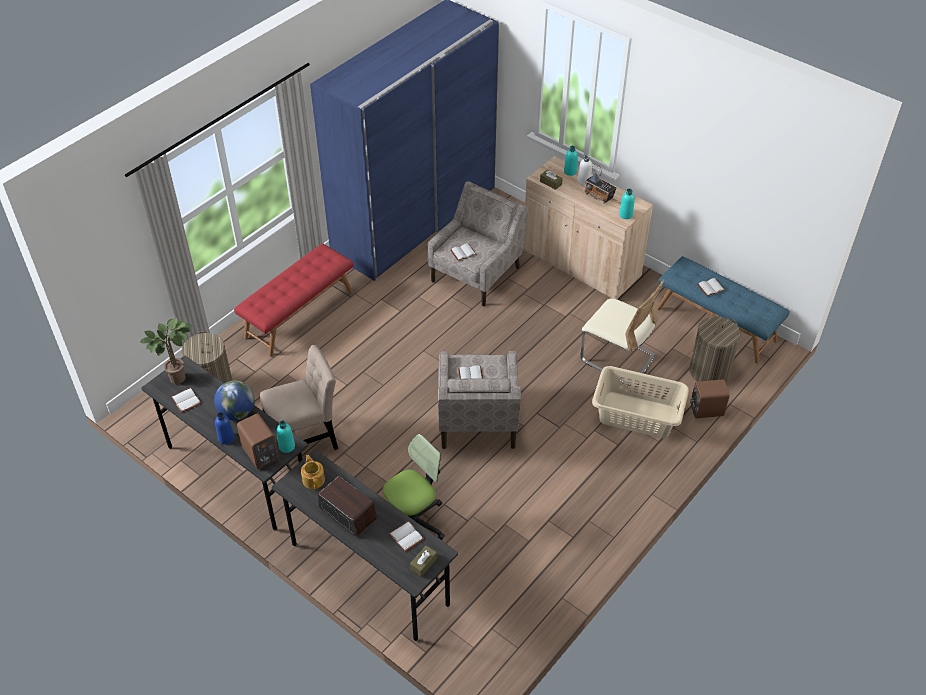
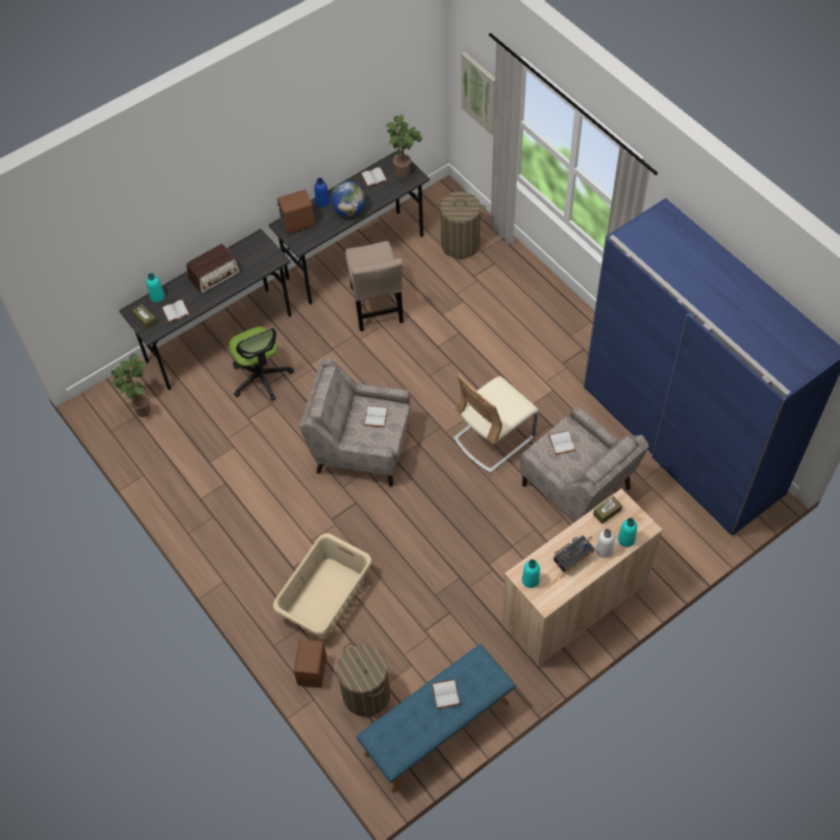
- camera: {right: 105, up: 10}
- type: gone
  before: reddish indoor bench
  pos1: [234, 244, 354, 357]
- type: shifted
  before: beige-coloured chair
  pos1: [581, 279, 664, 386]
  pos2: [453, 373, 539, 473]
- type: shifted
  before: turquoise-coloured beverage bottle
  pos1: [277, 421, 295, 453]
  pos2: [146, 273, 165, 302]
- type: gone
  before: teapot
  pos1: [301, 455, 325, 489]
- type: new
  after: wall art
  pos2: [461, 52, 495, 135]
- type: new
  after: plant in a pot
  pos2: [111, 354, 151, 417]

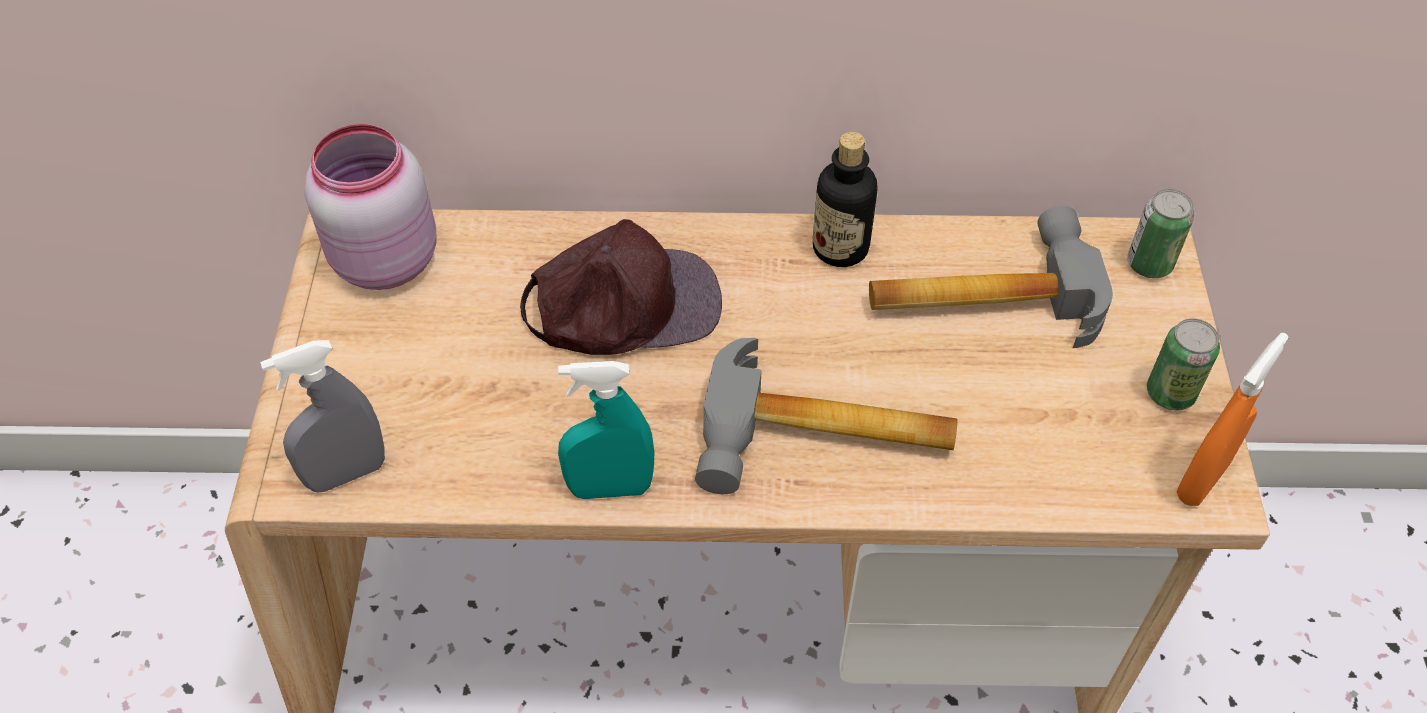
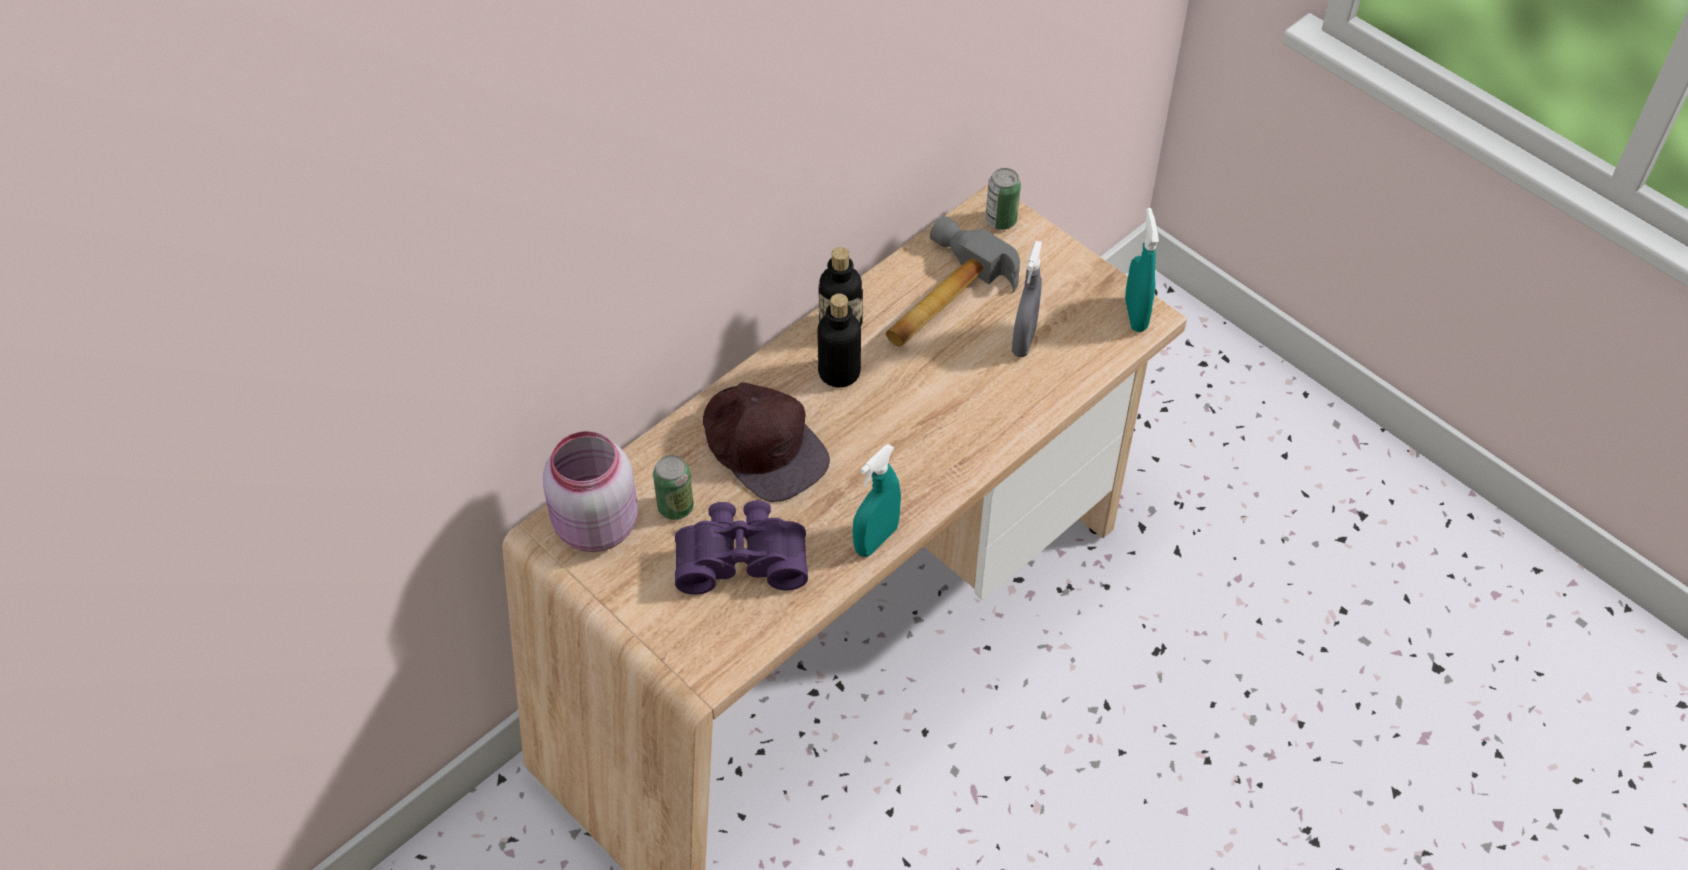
- camera: {right: -45, up: 0}
- type: rotated
  before: brown peaked cap
  pos1: [520, 219, 722, 355]
  pos2: [703, 382, 830, 502]
  turn: 105
- type: shifted
  before: sealed can
  pos1: [1147, 319, 1220, 411]
  pos2: [653, 455, 694, 520]
- type: repainted
  before: orangey spray bottle
  after: turquoise-coloured spray bottle
  pos1: [1177, 333, 1289, 506]
  pos2: [1125, 208, 1159, 332]
- type: gone
  before: tool hammer
  pos1: [695, 338, 958, 494]
- type: shifted
  before: gray spray bottle
  pos1: [260, 340, 385, 492]
  pos2: [1012, 241, 1042, 357]
- type: new
  after: beverage bottle
  pos2: [817, 294, 861, 387]
- type: new
  after: purplish pair of binoculars
  pos2: [675, 500, 808, 595]

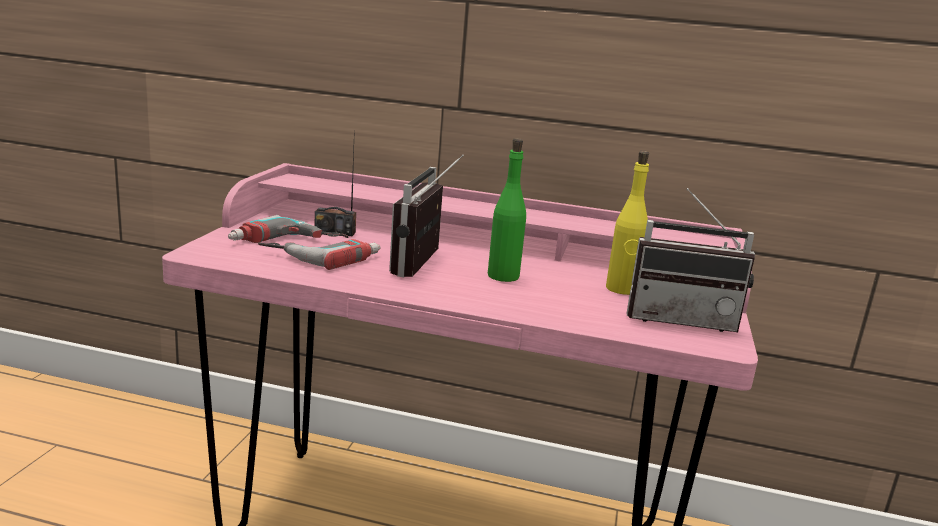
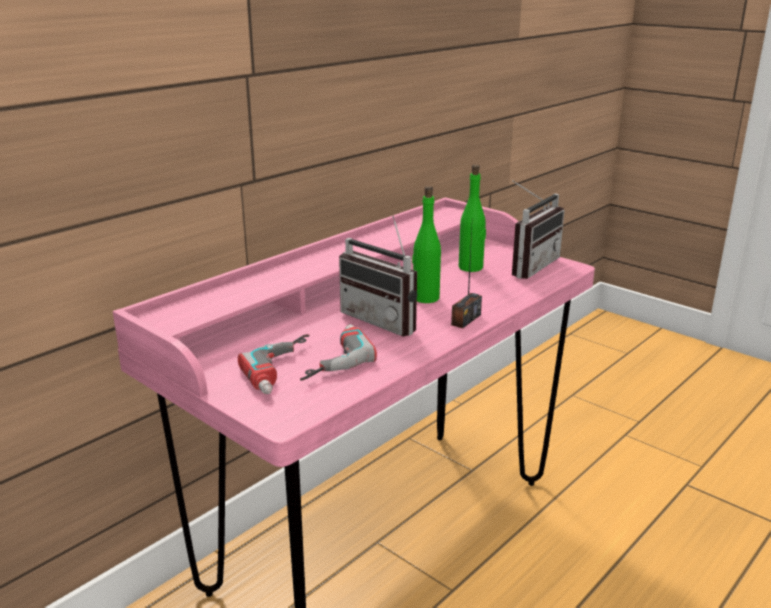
- camera: {right: -60, up: 5}
- type: shifted
  before: radio receiver
  pos1: [315, 129, 356, 236]
  pos2: [451, 229, 482, 328]
- type: repainted
  before: yellow beverage bottle
  after: green beverage bottle
  pos1: [606, 150, 649, 295]
  pos2: [459, 164, 486, 272]

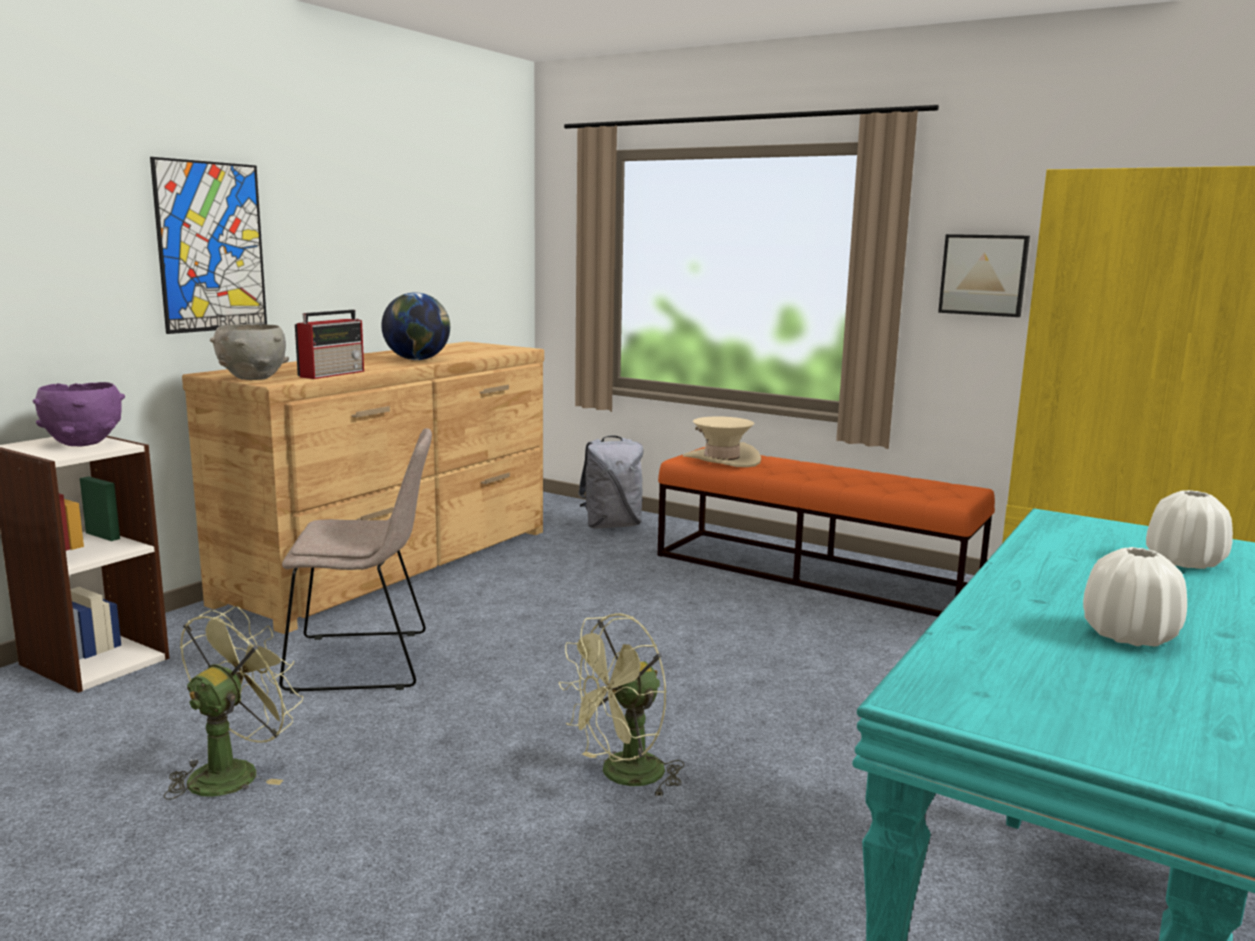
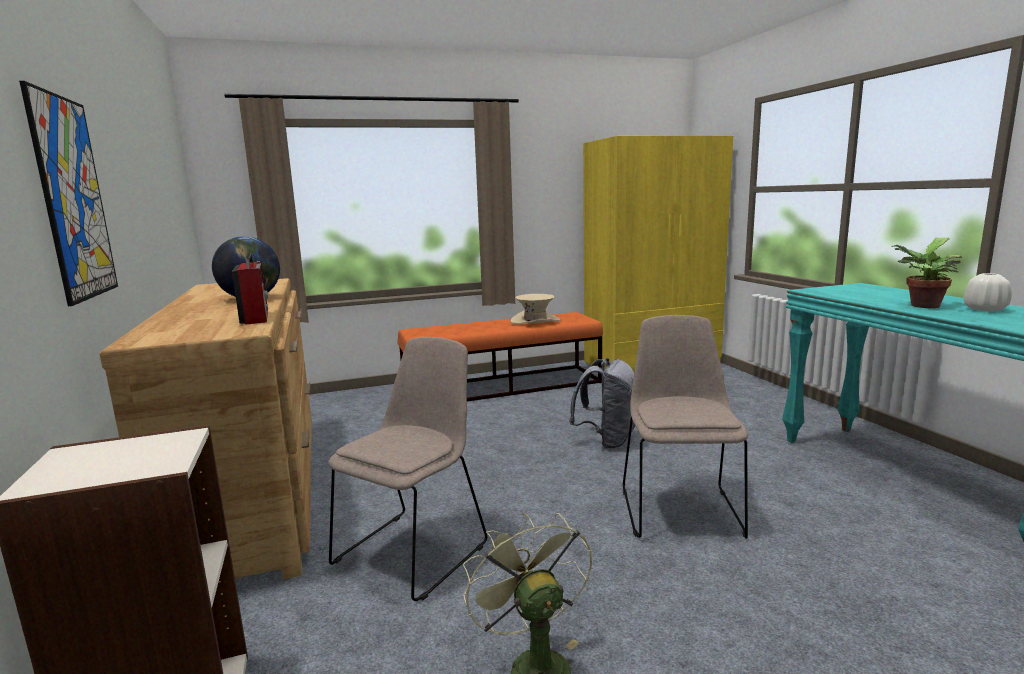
- camera: {right: -50, up: 0}
- type: gone
  before: wall art
  pos1: [938, 234, 1030, 317]
- type: gone
  before: gray bowl
  pos1: [210, 324, 289, 380]
- type: gone
  before: purplish bowl
  pos1: [33, 382, 125, 447]
- type: shifted
  before: beige-coloured clothing hat
  pos1: [683, 416, 761, 467]
  pos2: [511, 294, 561, 324]
- type: shifted
  before: gray knapsack
  pos1: [578, 436, 643, 529]
  pos2: [569, 358, 635, 449]
- type: gone
  before: white-coloured decorative vase
  pos1: [1146, 490, 1233, 569]
- type: swapped
  before: green cooling fan
  after: beige-coloured chair
  pos1: [559, 613, 684, 796]
  pos2: [623, 315, 748, 539]
- type: new
  after: plant in a pot
  pos2: [891, 238, 962, 308]

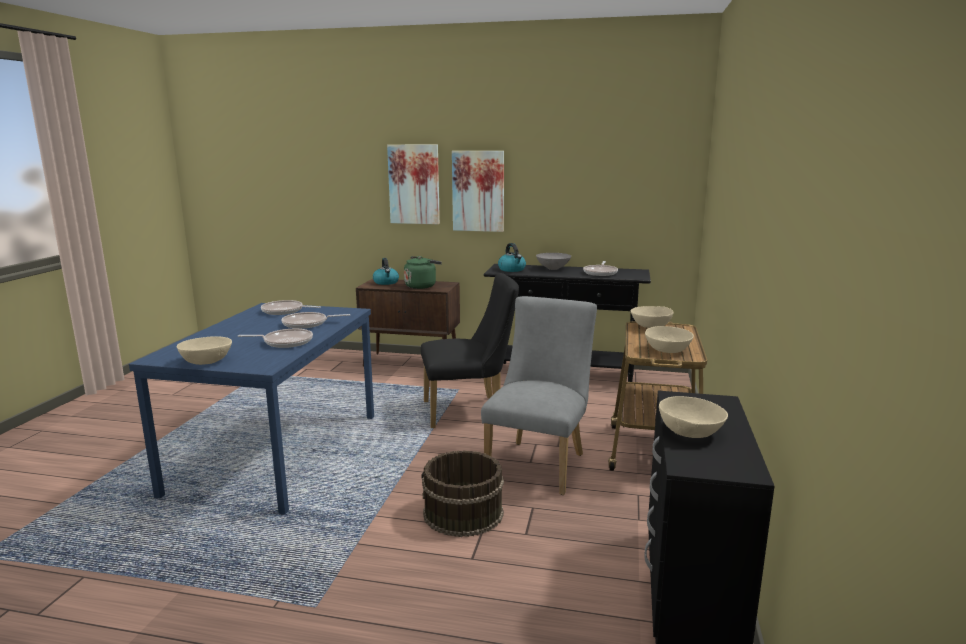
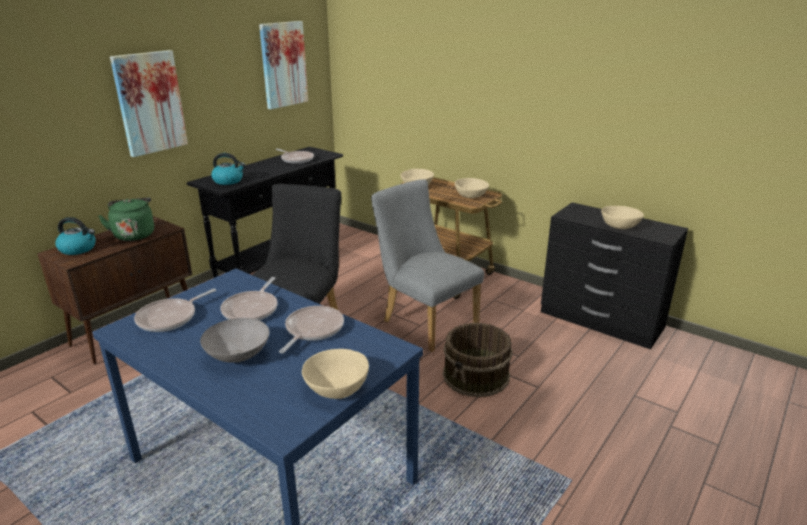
- camera: {right: -65, up: 10}
- type: shifted
  before: wall art
  pos1: [387, 145, 440, 224]
  pos2: [259, 21, 308, 109]
- type: shifted
  before: gray bowl
  pos1: [536, 253, 571, 270]
  pos2: [200, 318, 269, 363]

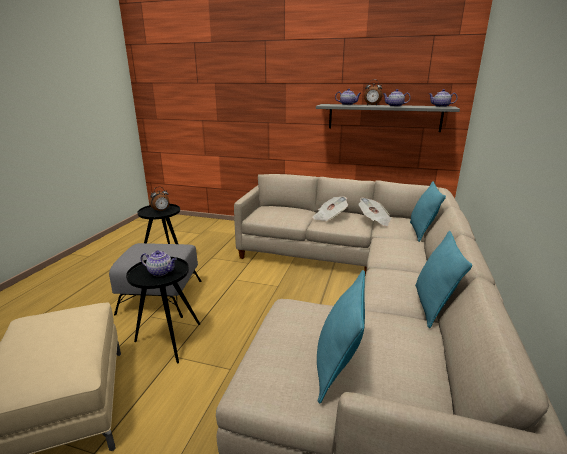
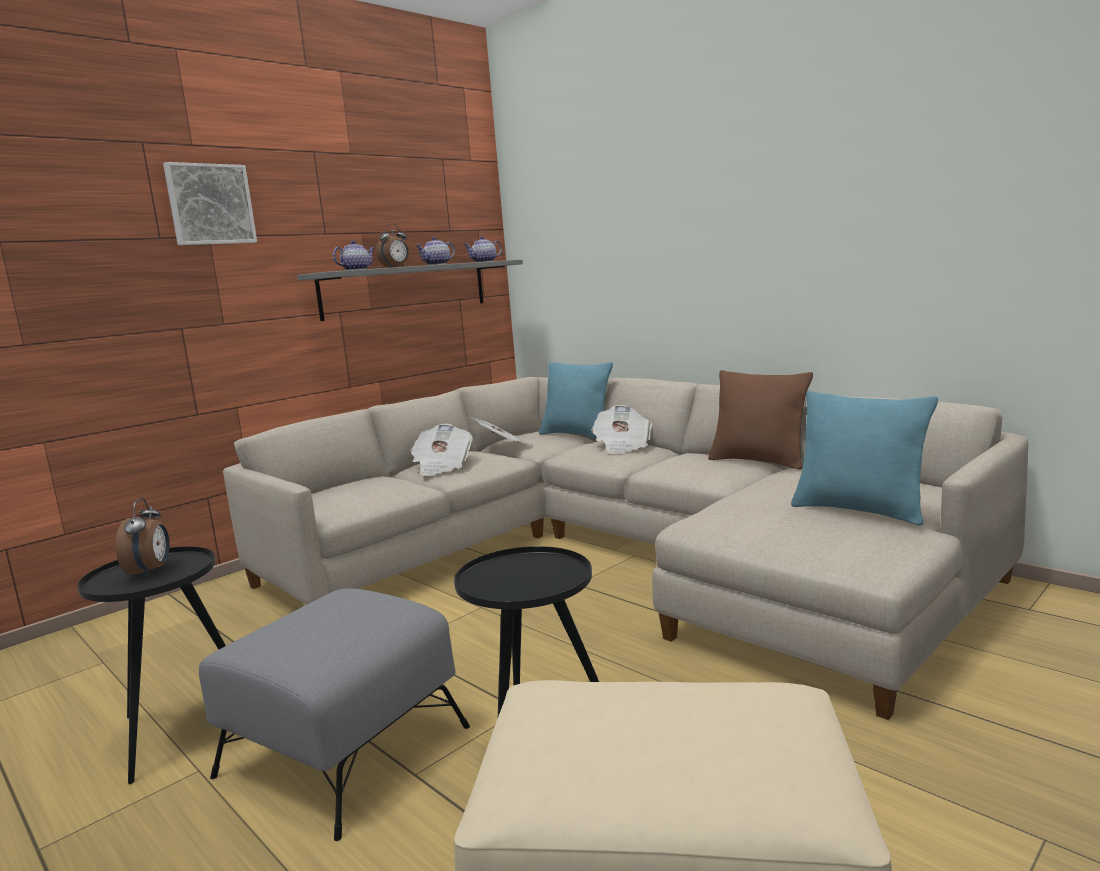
- camera: {right: -60, up: -10}
- type: repainted
  before: turquoise-coloured pillow
  after: brown pillow
  pos1: [415, 231, 472, 328]
  pos2: [708, 370, 813, 470]
- type: gone
  before: teapot
  pos1: [141, 251, 177, 276]
- type: new
  after: wall art
  pos2: [163, 162, 257, 245]
- type: new
  after: daily paper
  pos2: [591, 405, 652, 454]

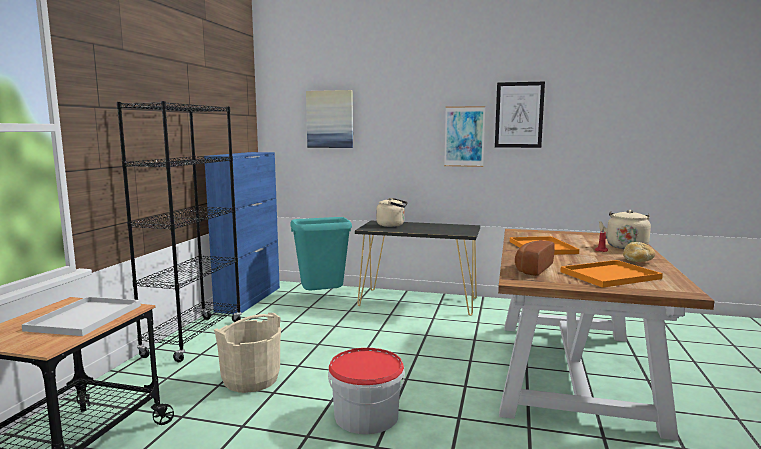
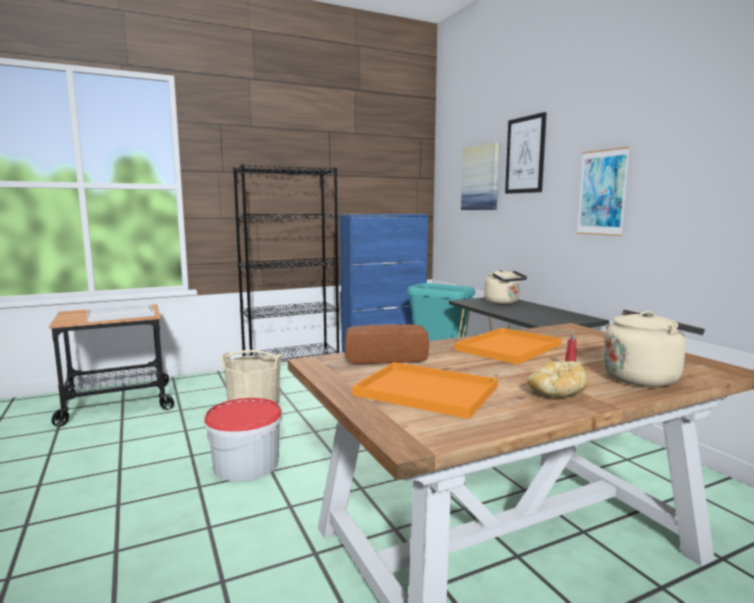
- camera: {right: 50, up: 0}
- type: shifted
  before: wall art
  pos1: [495, 82, 545, 148]
  pos2: [505, 112, 547, 194]

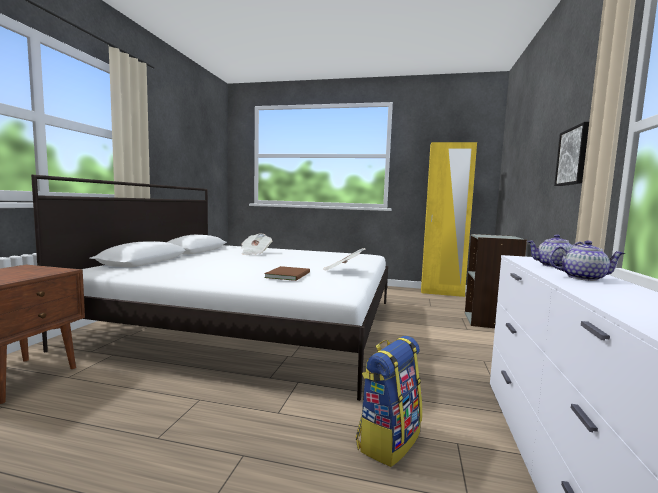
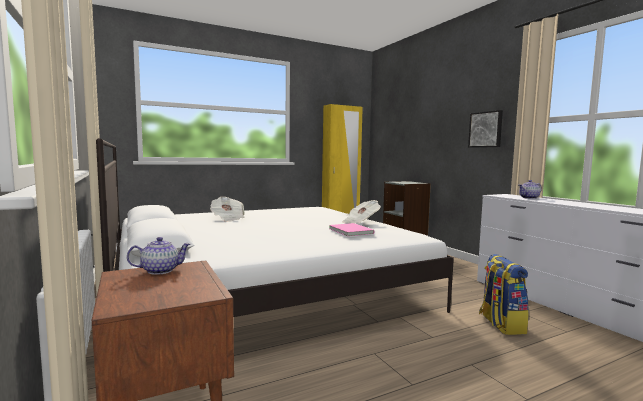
- camera: {right: -40, up: 0}
- type: shifted
  before: teapot
  pos1: [549, 241, 625, 281]
  pos2: [127, 237, 191, 275]
- type: repainted
  before: brown book
  after: pinkish book
  pos1: [264, 266, 310, 281]
  pos2: [329, 223, 375, 236]

